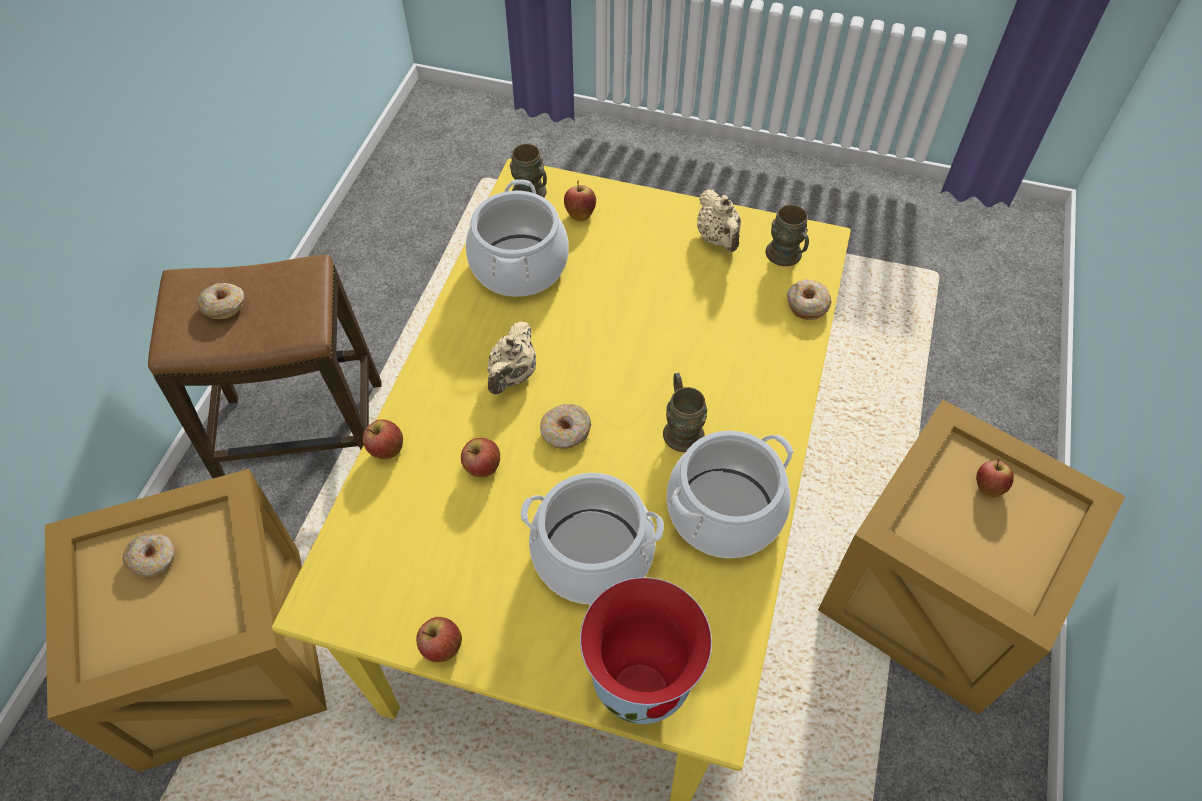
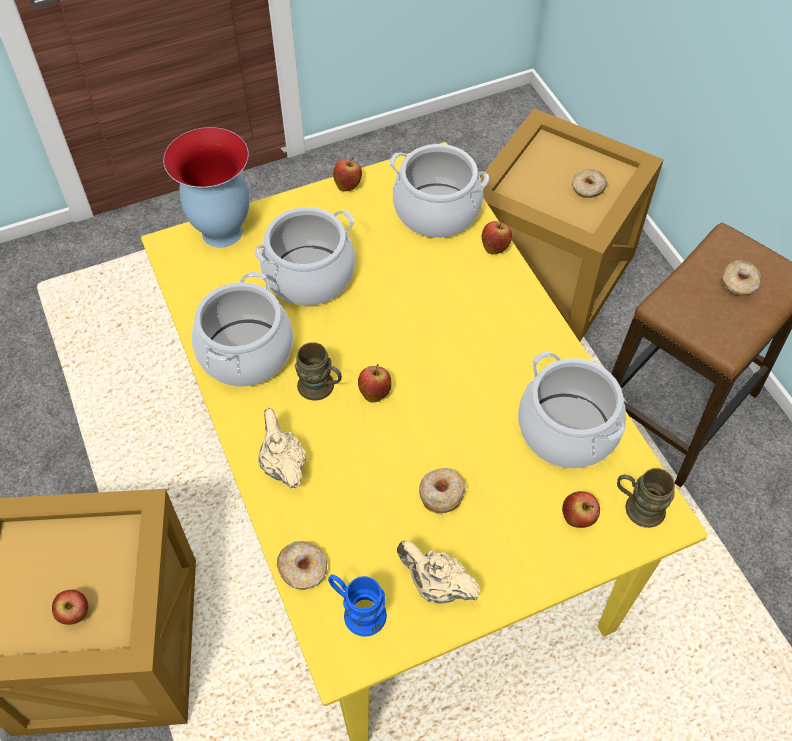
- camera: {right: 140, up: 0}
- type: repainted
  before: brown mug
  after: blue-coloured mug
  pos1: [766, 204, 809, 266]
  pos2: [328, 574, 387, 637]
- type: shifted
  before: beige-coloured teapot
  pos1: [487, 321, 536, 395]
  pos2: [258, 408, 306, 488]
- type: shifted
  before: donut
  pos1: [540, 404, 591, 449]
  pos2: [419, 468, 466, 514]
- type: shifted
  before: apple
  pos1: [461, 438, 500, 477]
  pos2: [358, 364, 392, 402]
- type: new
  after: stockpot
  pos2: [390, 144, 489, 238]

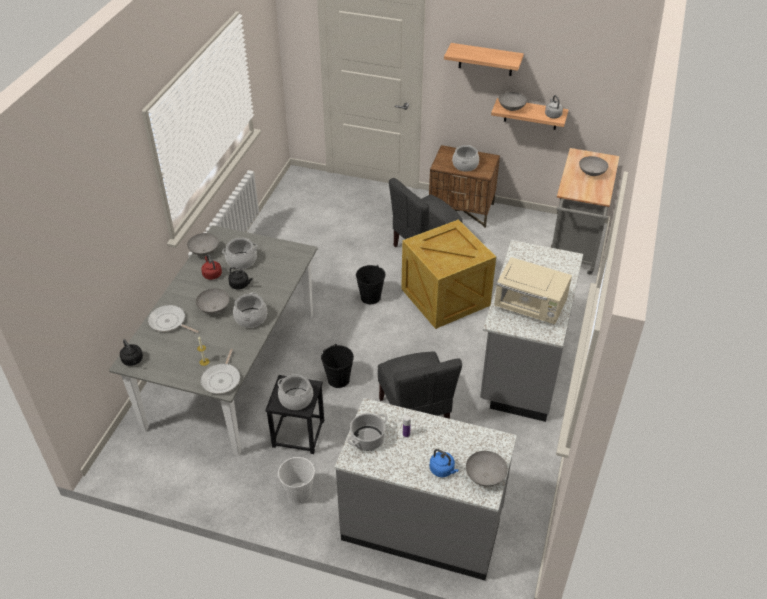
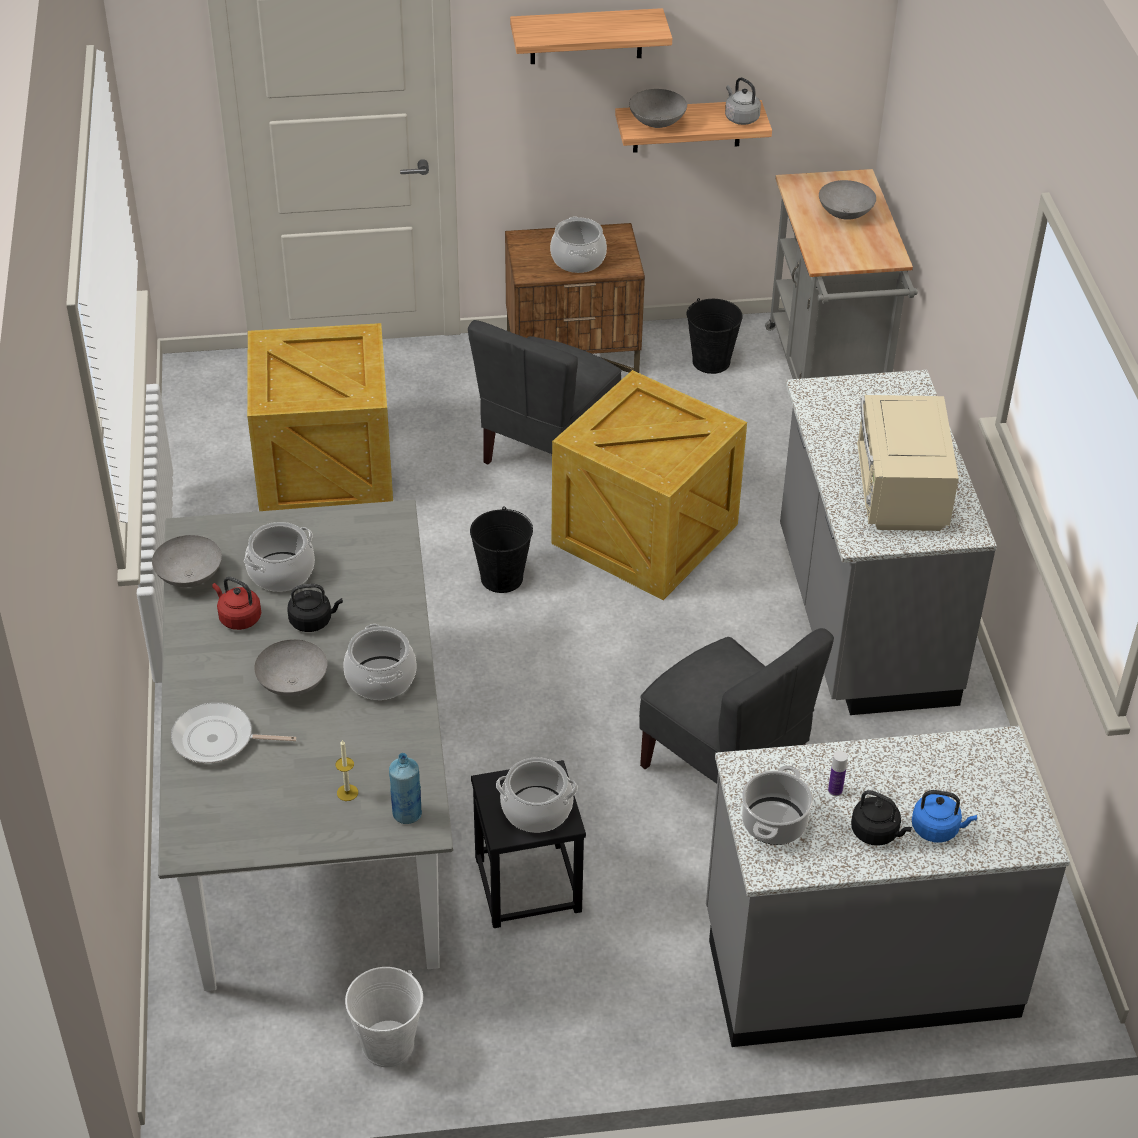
- camera: {right: -25, up: 0}
- type: rotated
  before: beige-coloured microwave oven
  pos1: [494, 257, 572, 324]
  pos2: [857, 395, 959, 531]
  turn: 90
- type: shifted
  before: black-coloured tea kettle
  pos1: [120, 339, 143, 366]
  pos2: [851, 790, 912, 846]
- type: shifted
  before: black-coloured pail
  pos1: [321, 344, 354, 388]
  pos2: [687, 298, 743, 374]
- type: swapped
  before: skillet
  after: blue-coloured beverage bottle
  pos1: [201, 349, 240, 394]
  pos2: [389, 753, 422, 824]
- type: gone
  before: gray bowl
  pos1: [466, 451, 507, 487]
- type: shifted
  before: white-coloured pail
  pos1: [278, 457, 315, 504]
  pos2: [345, 967, 423, 1067]
- type: new
  after: packing crate
  pos2: [247, 323, 393, 511]

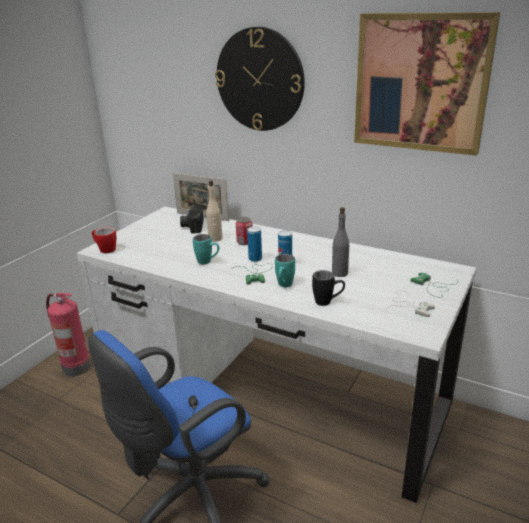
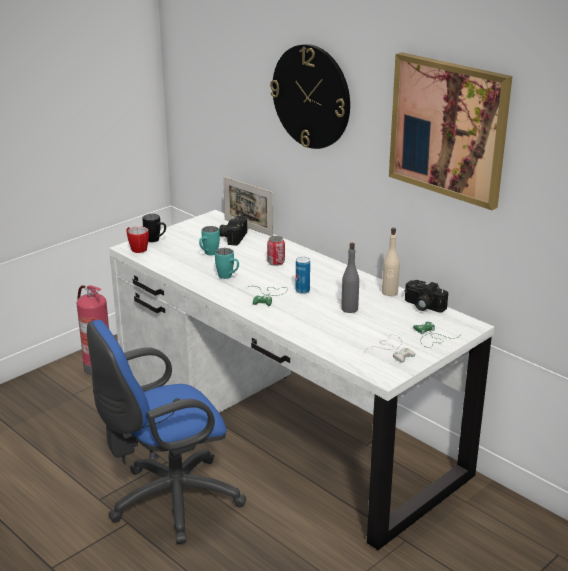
- camera: {right: 15, up: 0}
- type: shifted
  before: beige-coloured beverage bottle
  pos1: [206, 180, 223, 242]
  pos2: [382, 228, 400, 296]
- type: gone
  before: sealed can
  pos1: [247, 226, 262, 262]
- type: shifted
  before: turquoise-coloured mug
  pos1: [275, 254, 295, 287]
  pos2: [199, 226, 220, 255]
- type: shifted
  before: black-coloured mug
  pos1: [312, 270, 345, 306]
  pos2: [143, 214, 166, 242]
- type: new
  after: still camera
  pos2: [405, 280, 448, 313]

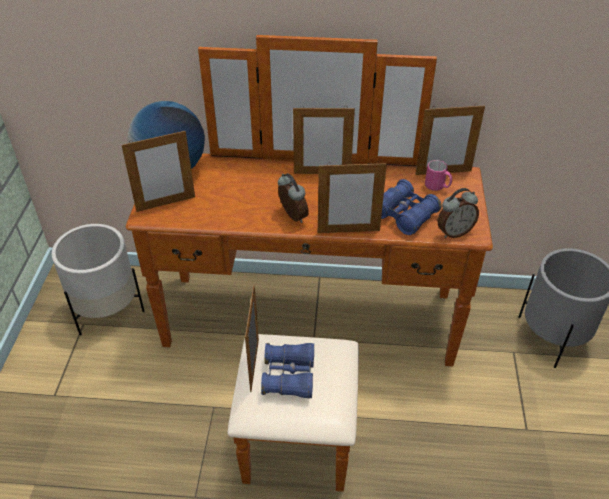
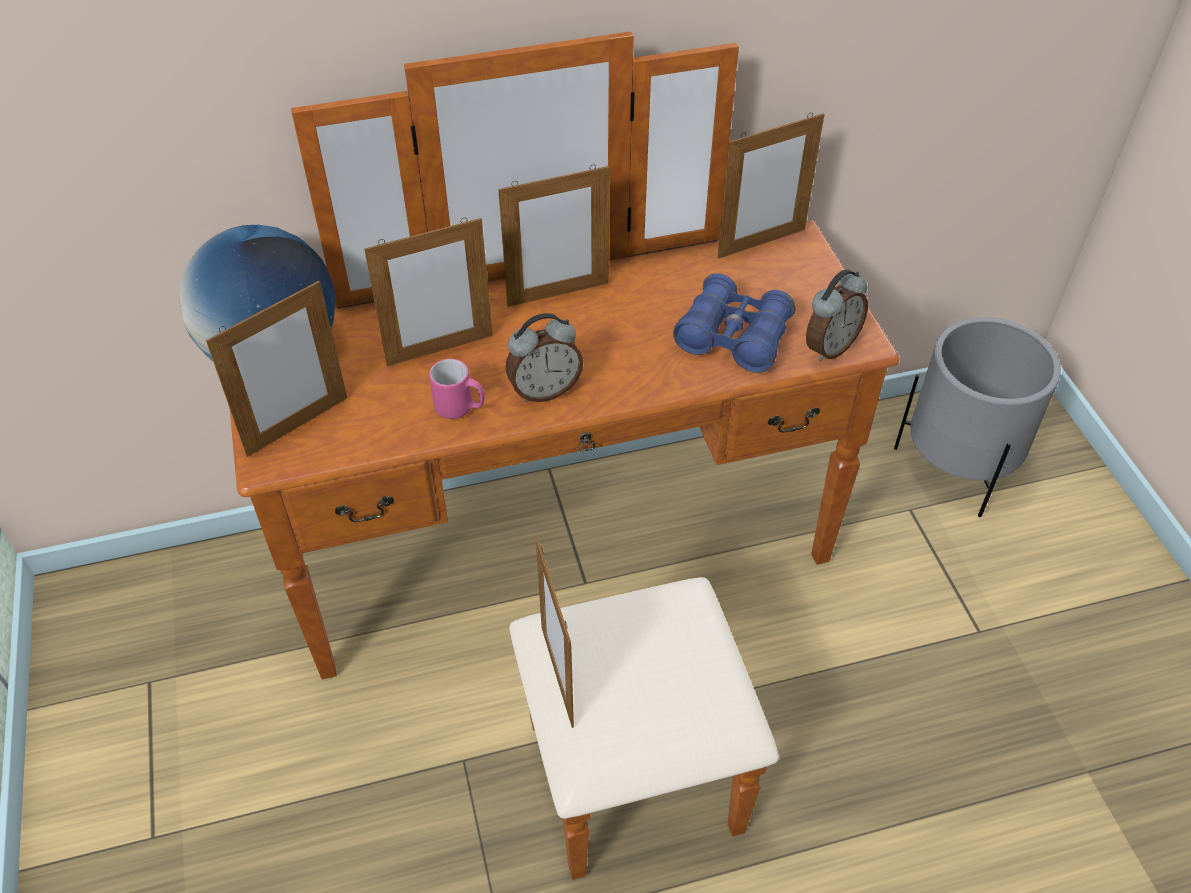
- camera: {right: -20, up: 5}
- type: shifted
  before: pinkish mug
  pos1: [425, 160, 452, 191]
  pos2: [429, 359, 485, 419]
- type: shifted
  before: photo frame
  pos1: [318, 161, 387, 233]
  pos2: [364, 217, 493, 366]
- type: rotated
  before: table clock
  pos1: [278, 173, 309, 223]
  pos2: [506, 313, 583, 402]
  turn: 120
- type: gone
  before: white-coloured planter
  pos1: [51, 224, 145, 336]
- type: gone
  before: blue-coloured pair of binoculars
  pos1: [261, 343, 314, 399]

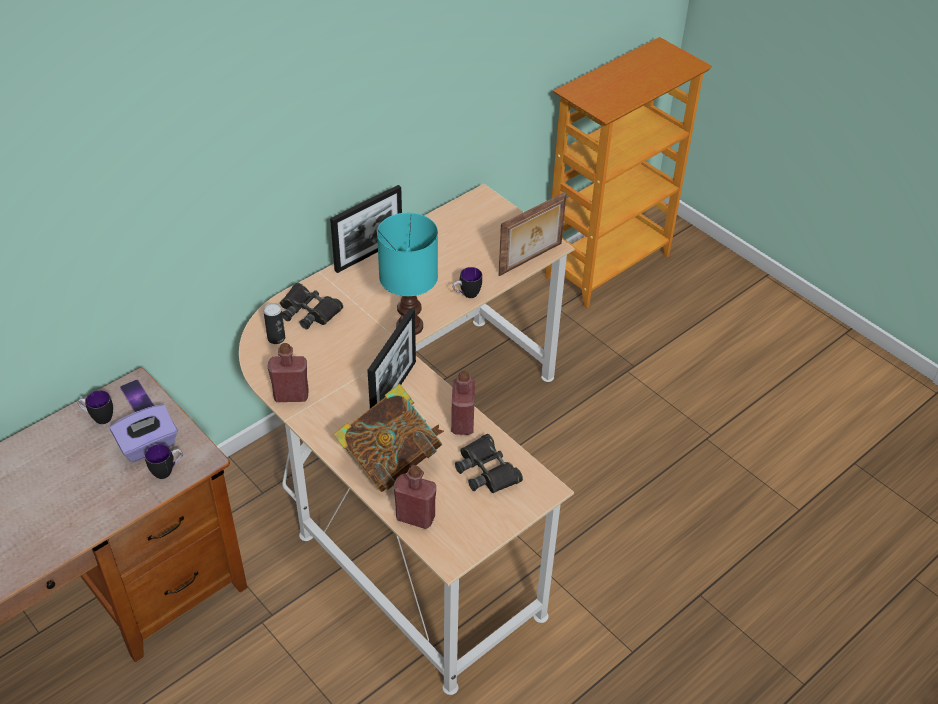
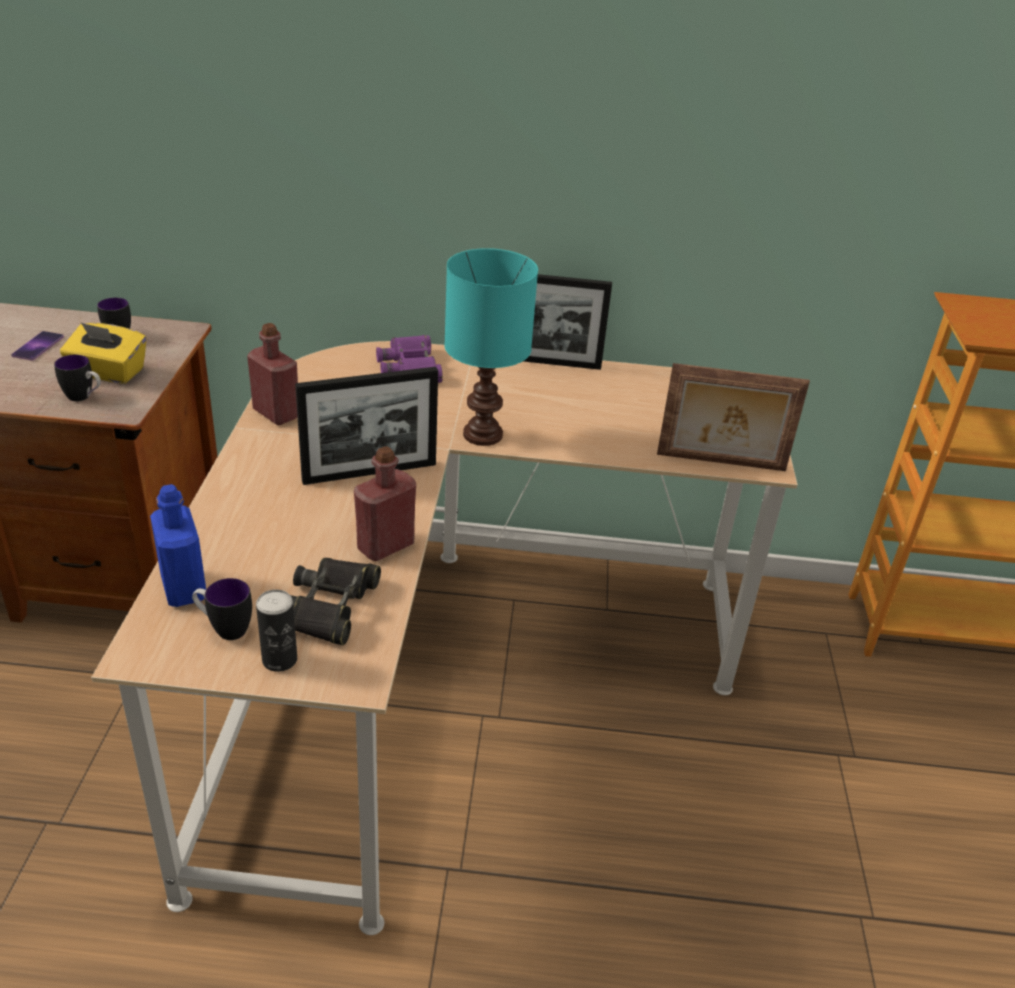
- camera: {right: 45, up: -10}
- type: shifted
  before: mug
  pos1: [453, 267, 482, 298]
  pos2: [192, 578, 252, 640]
- type: repainted
  before: black-coloured pair of binoculars
  after: purplish pair of binoculars
  pos1: [280, 283, 343, 329]
  pos2: [376, 335, 443, 383]
- type: shifted
  before: sealed can
  pos1: [263, 303, 285, 344]
  pos2: [256, 589, 297, 672]
- type: shifted
  before: telephone
  pos1: [120, 379, 154, 412]
  pos2: [11, 331, 64, 361]
- type: gone
  before: book
  pos1: [333, 384, 444, 492]
- type: repainted
  before: purplish box of tissues
  after: yellow box of tissues
  pos1: [110, 404, 178, 462]
  pos2: [60, 323, 146, 384]
- type: repainted
  before: reddish beverage bottle
  after: blue-coloured beverage bottle
  pos1: [394, 465, 436, 529]
  pos2: [150, 484, 206, 607]

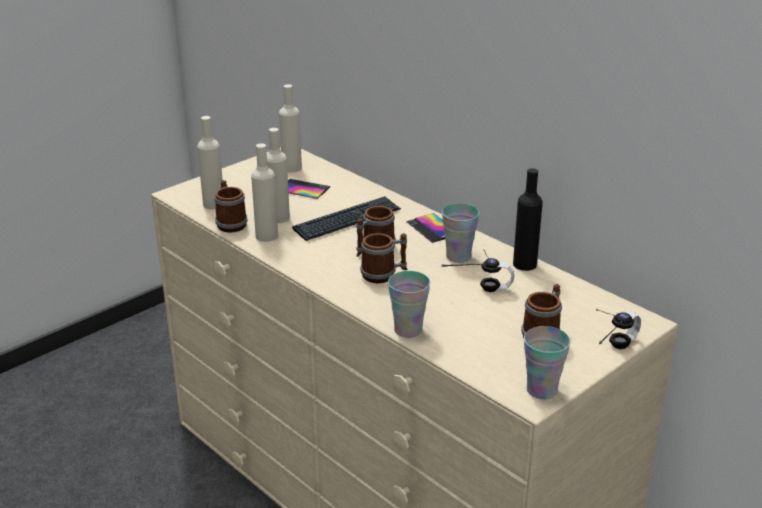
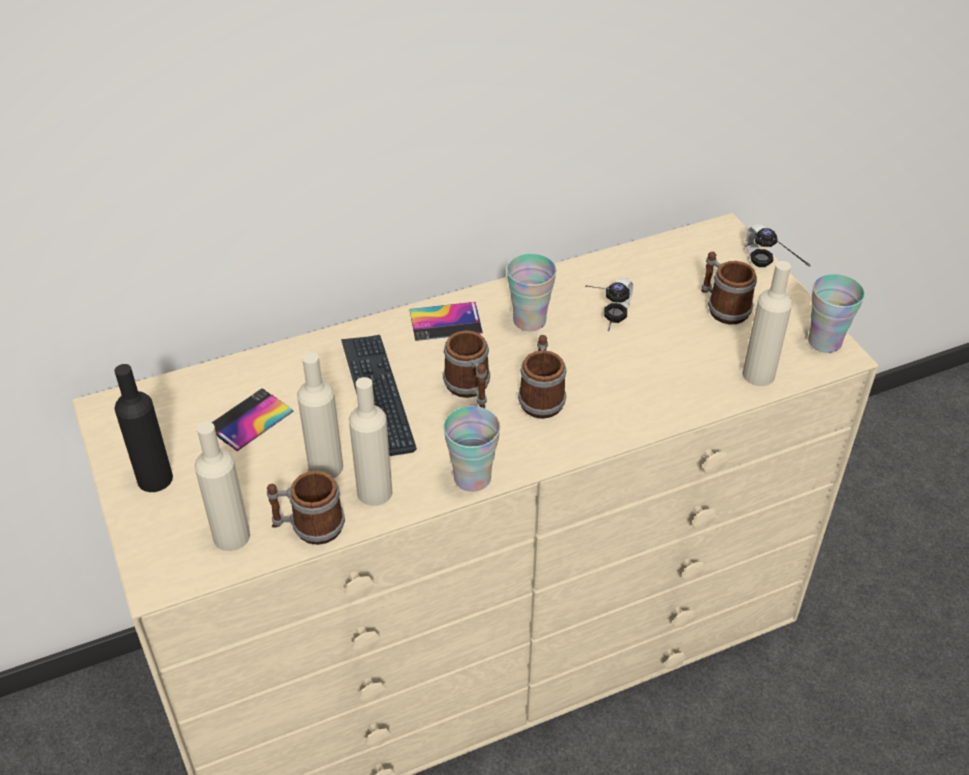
- camera: {right: -70, up: 15}
- type: shifted
  before: beige-coloured beverage bottle
  pos1: [279, 84, 302, 173]
  pos2: [743, 261, 793, 386]
- type: shifted
  before: black-coloured beverage bottle
  pos1: [513, 168, 543, 271]
  pos2: [114, 364, 173, 492]
- type: shifted
  before: drinking cup
  pos1: [388, 271, 430, 338]
  pos2: [444, 406, 500, 492]

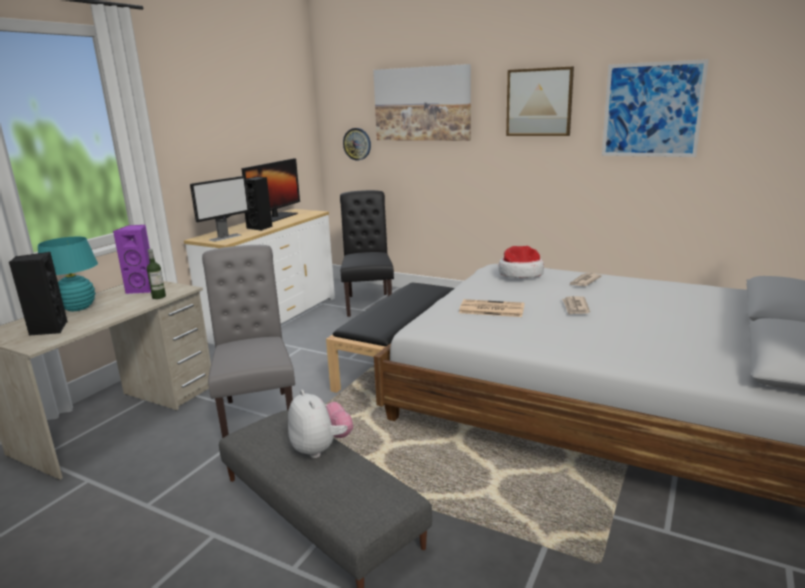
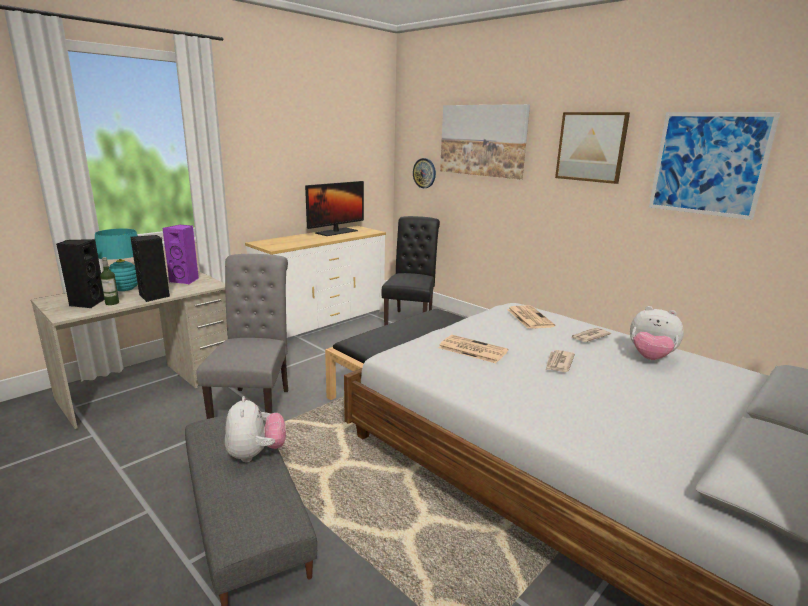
- camera: {right: 15, up: 0}
- type: gone
  before: monitor
  pos1: [190, 176, 250, 242]
- type: shifted
  before: black-coloured audio speaker
  pos1: [245, 177, 273, 231]
  pos2: [130, 235, 170, 302]
- type: swapped
  before: clothing hat
  after: daily paper
  pos1: [498, 246, 544, 278]
  pos2: [507, 305, 555, 329]
- type: shifted
  before: beverage bottle
  pos1: [147, 249, 166, 299]
  pos2: [100, 257, 119, 305]
- type: new
  after: soft toy
  pos2: [630, 306, 684, 360]

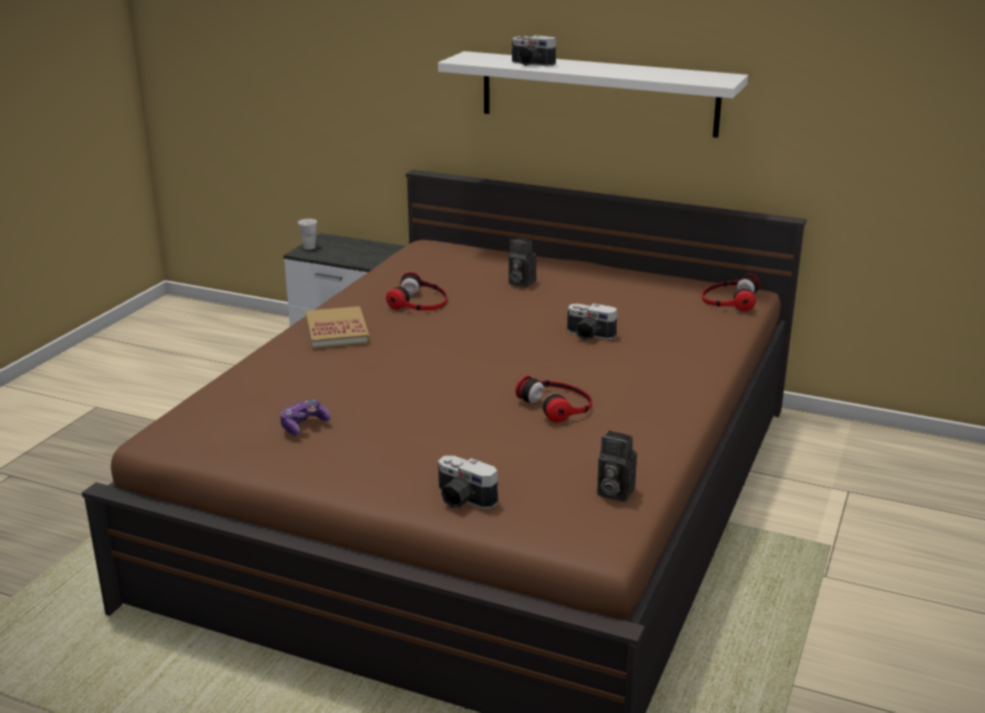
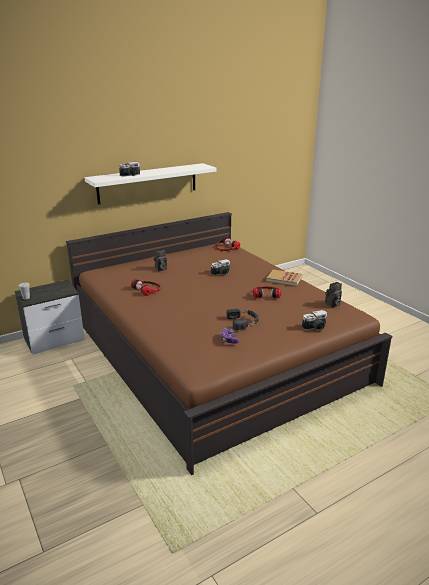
- camera: {right: -55, up: 0}
- type: shifted
  before: book
  pos1: [306, 306, 370, 349]
  pos2: [266, 270, 302, 286]
- type: new
  after: black-coloured headset
  pos2: [227, 309, 259, 330]

